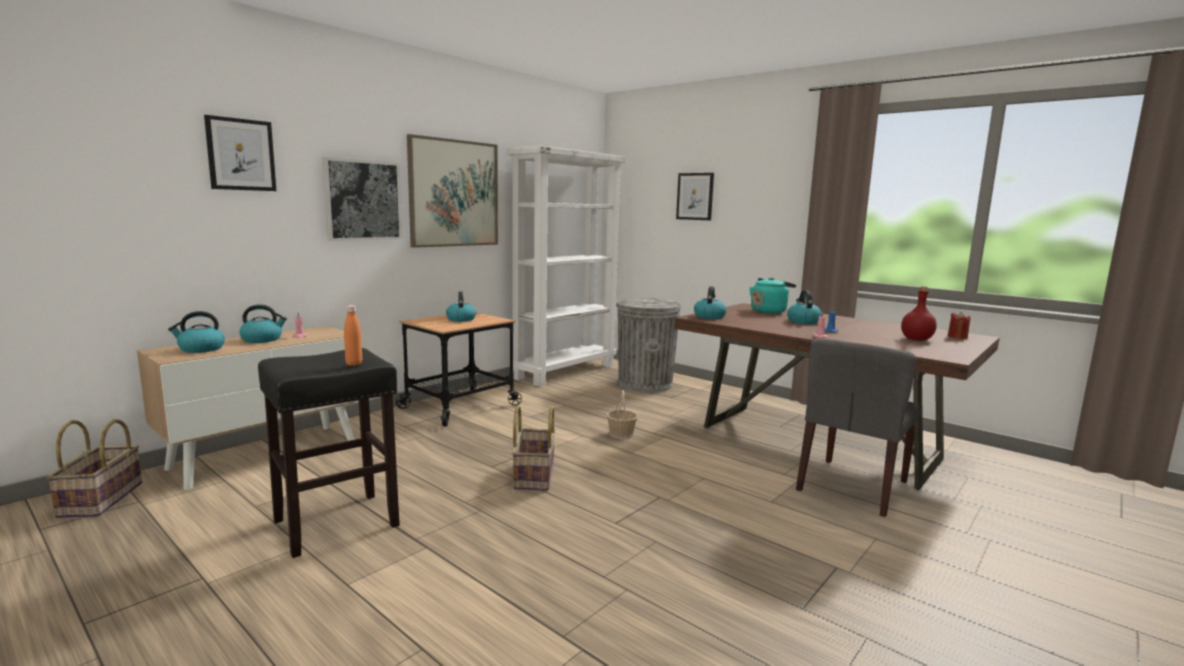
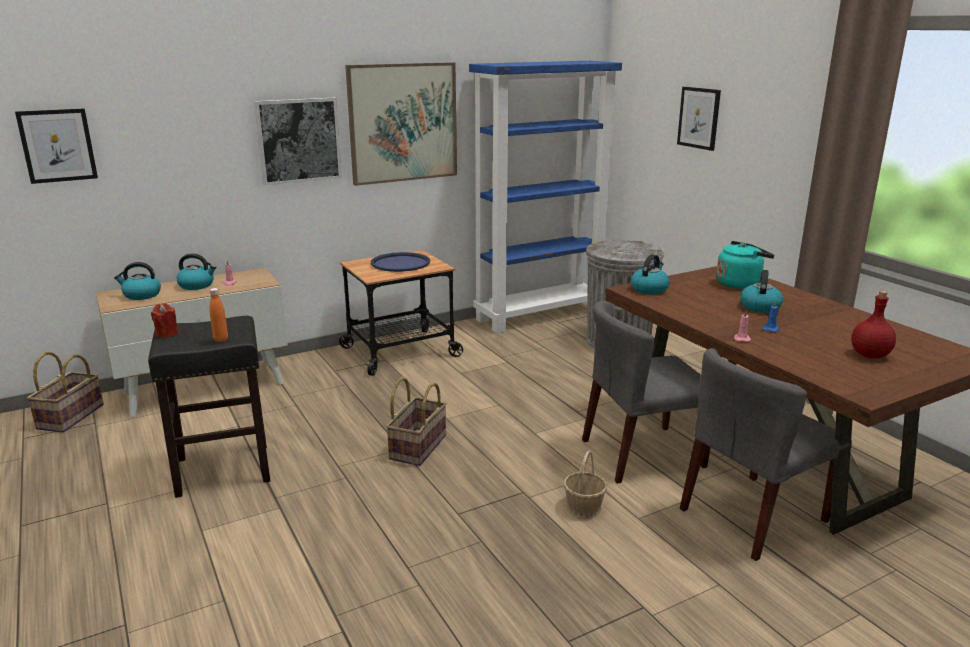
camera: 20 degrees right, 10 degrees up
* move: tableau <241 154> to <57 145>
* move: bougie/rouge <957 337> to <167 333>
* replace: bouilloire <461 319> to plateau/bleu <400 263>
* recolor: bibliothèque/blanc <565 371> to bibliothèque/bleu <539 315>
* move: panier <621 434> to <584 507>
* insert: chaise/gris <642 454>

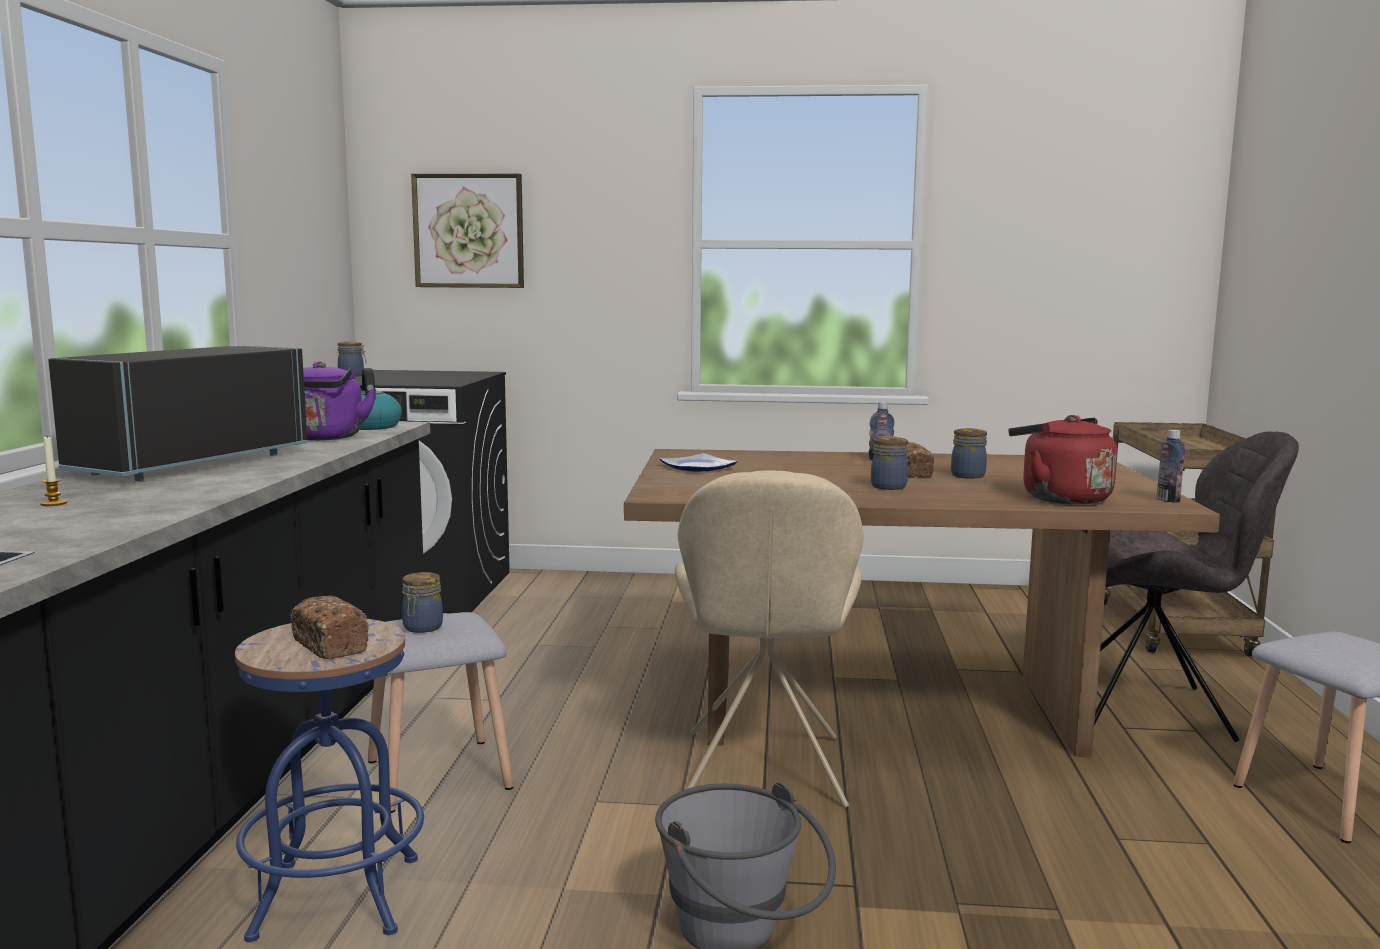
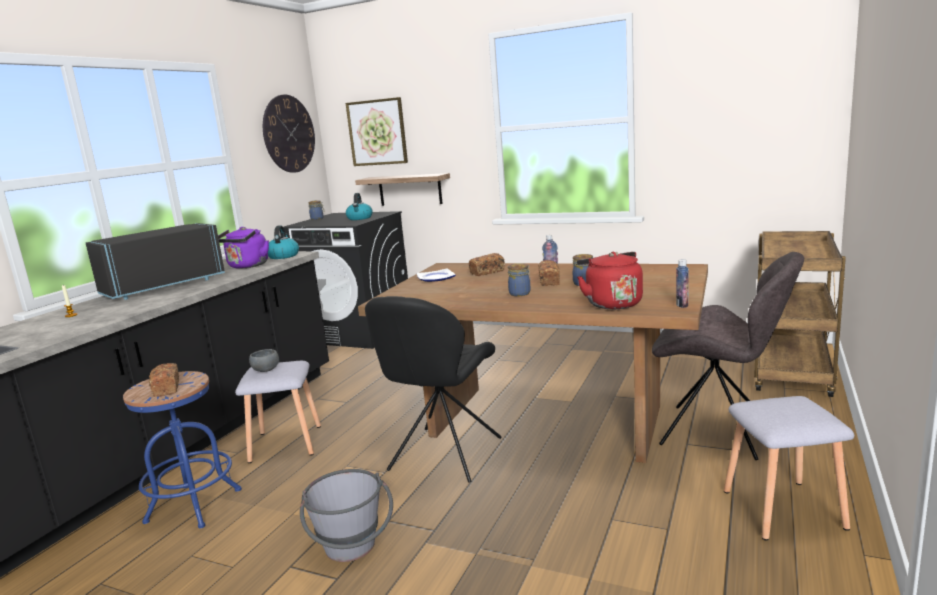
camera: 20 degrees right, 5 degrees up
* replace: bocal <422 628> to bol/gris <266 370>
* insert: horloge murale <289 134>
* insert: bouilloire <360 218>
* insert: étagère <410 190>
* recolor: chaise/beige <763 772> to chaise/noir <443 456>
* insert: pain <487 272>

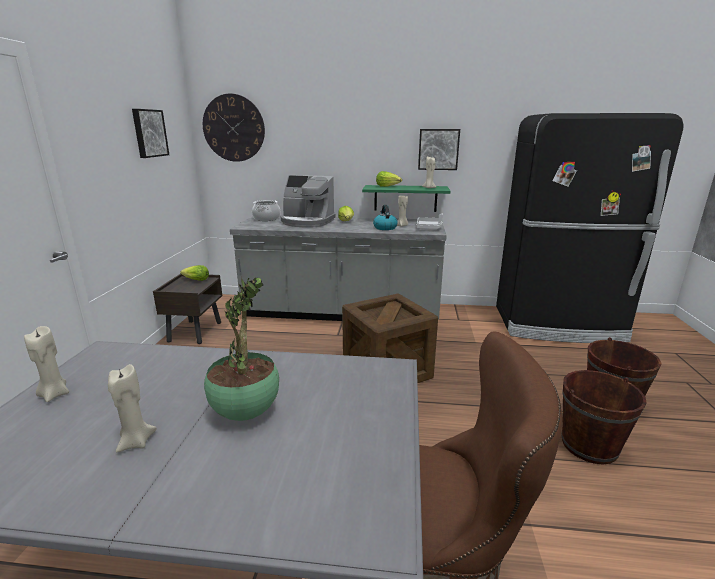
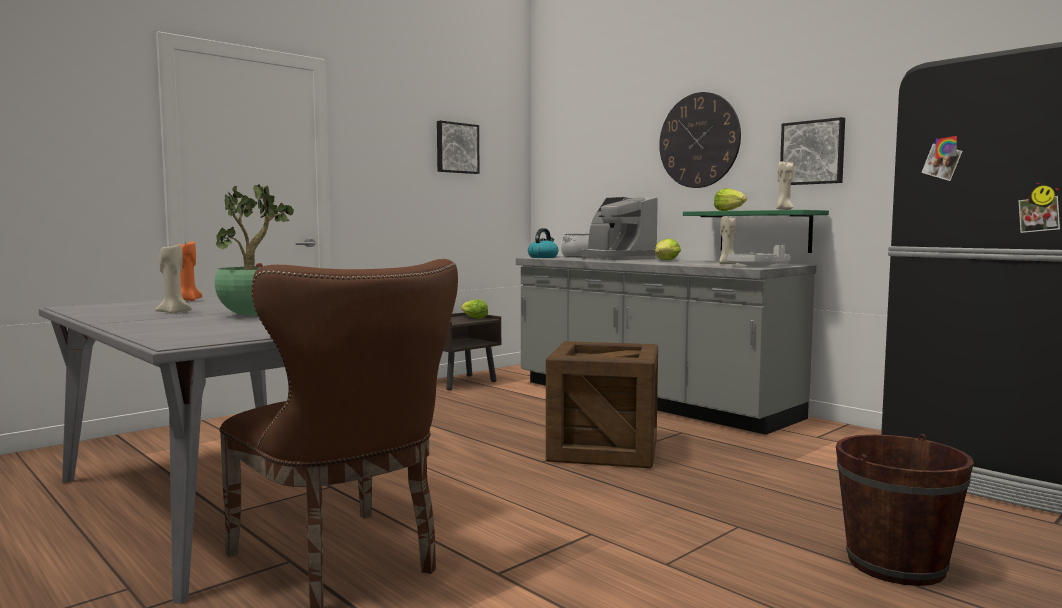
camera: 40 degrees right, 15 degrees down
* recolor: bougie/beige <54 394> to bougie/orange <187 300>
* move: bouilloire <384 228> to <543 257>
* move: horloge murale <233 128> to <699 140>
* delete: seau/marron <589 445>

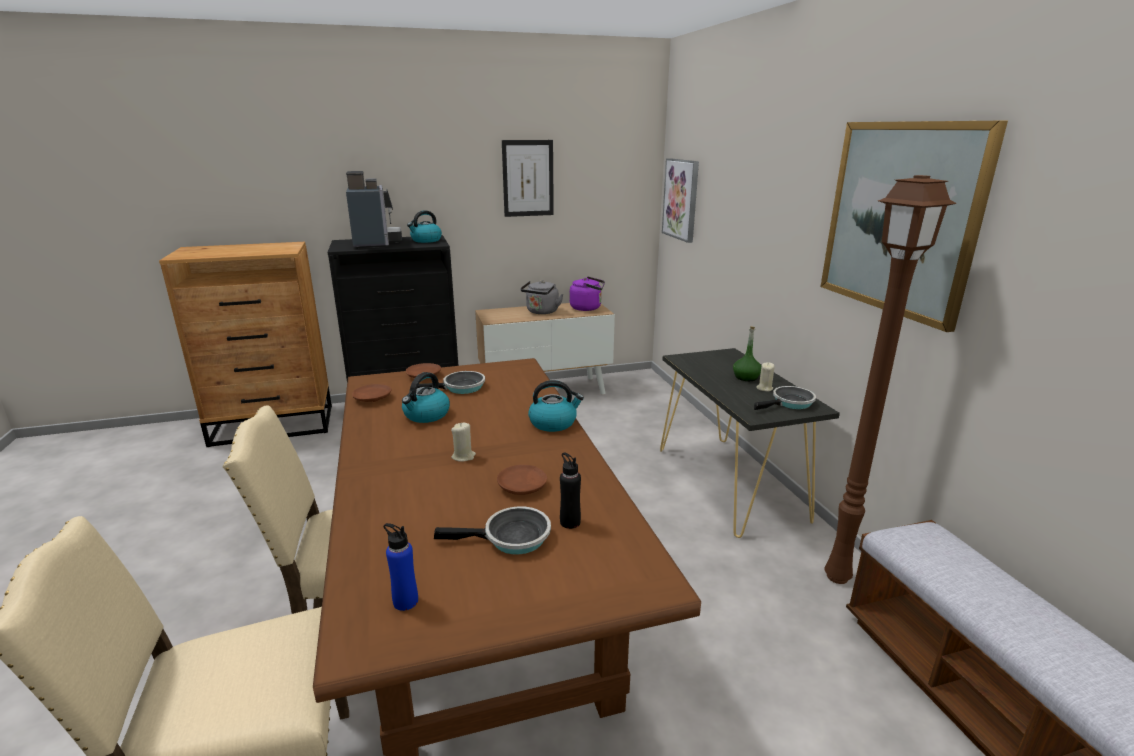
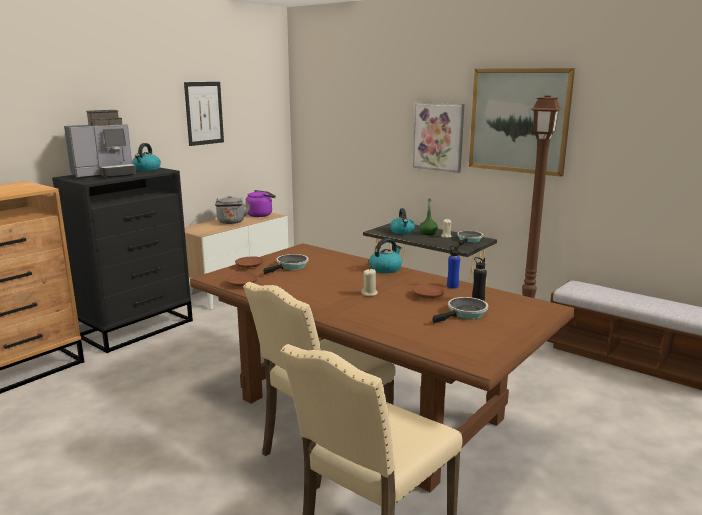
camera: 35 degrees left, 5 degrees down
* rotate: machine à café <376 242> = <105 174> 105 degrees clockwise
* move: bouilloire <426 415> to <402 231>
* move: tableau <681 199> to <438 136>
* move: bouteille/bleu <405 601> to <452 286>

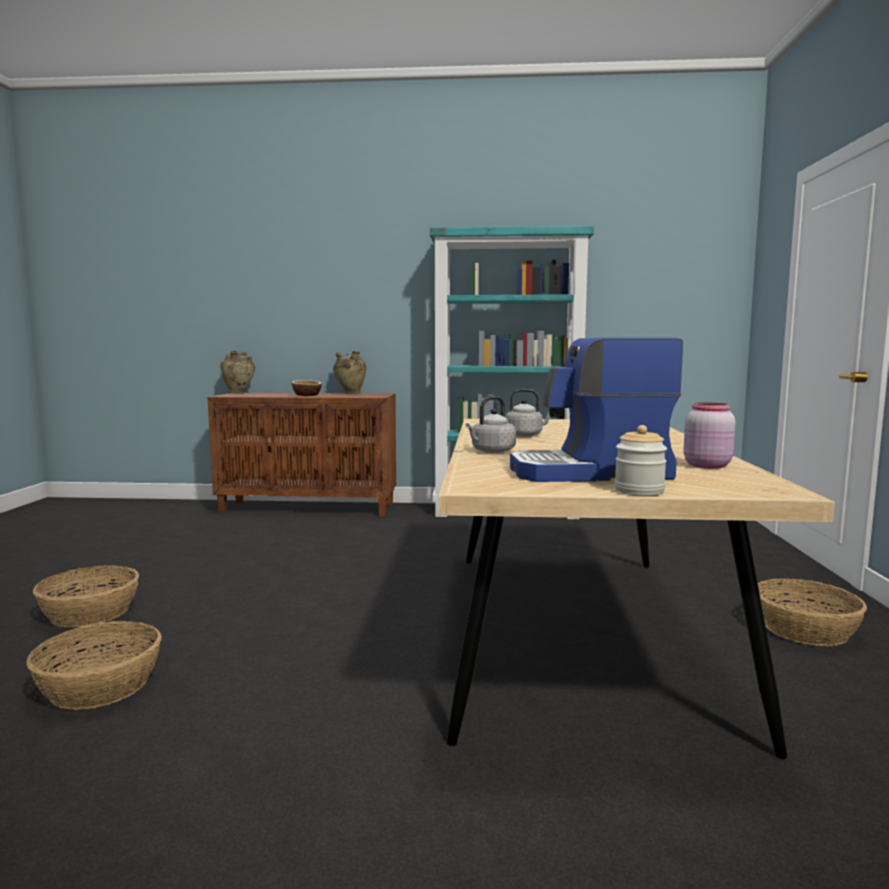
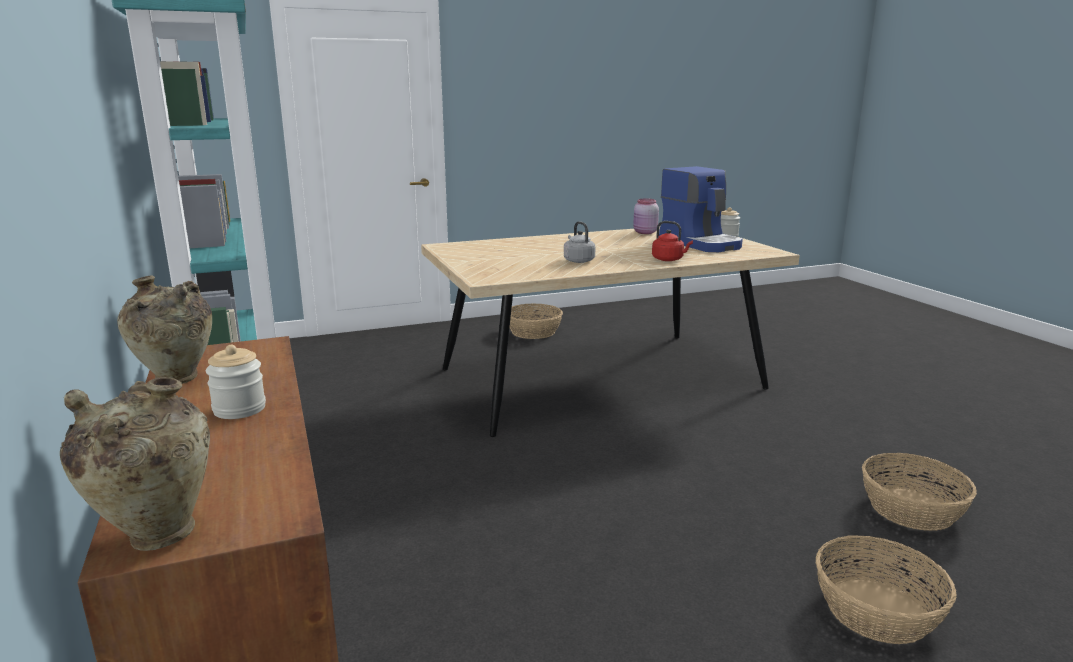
camera: 115 degrees left, 10 degrees up
* replace: bol <307 395> to bocal <239 409>
* recolor: bouilloire/gris <491 451> to bouilloire/rouge <669 259>

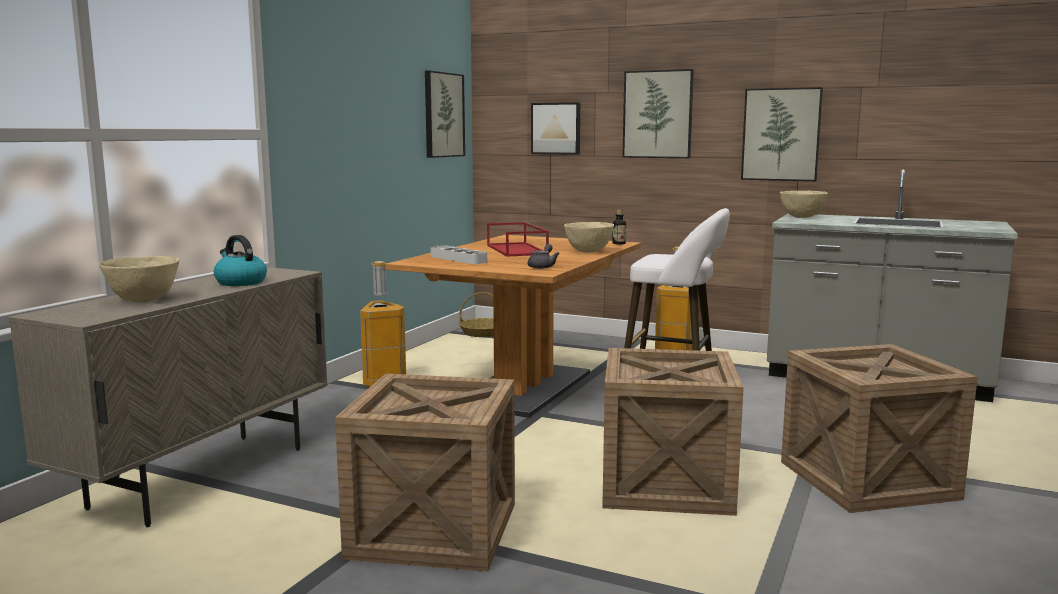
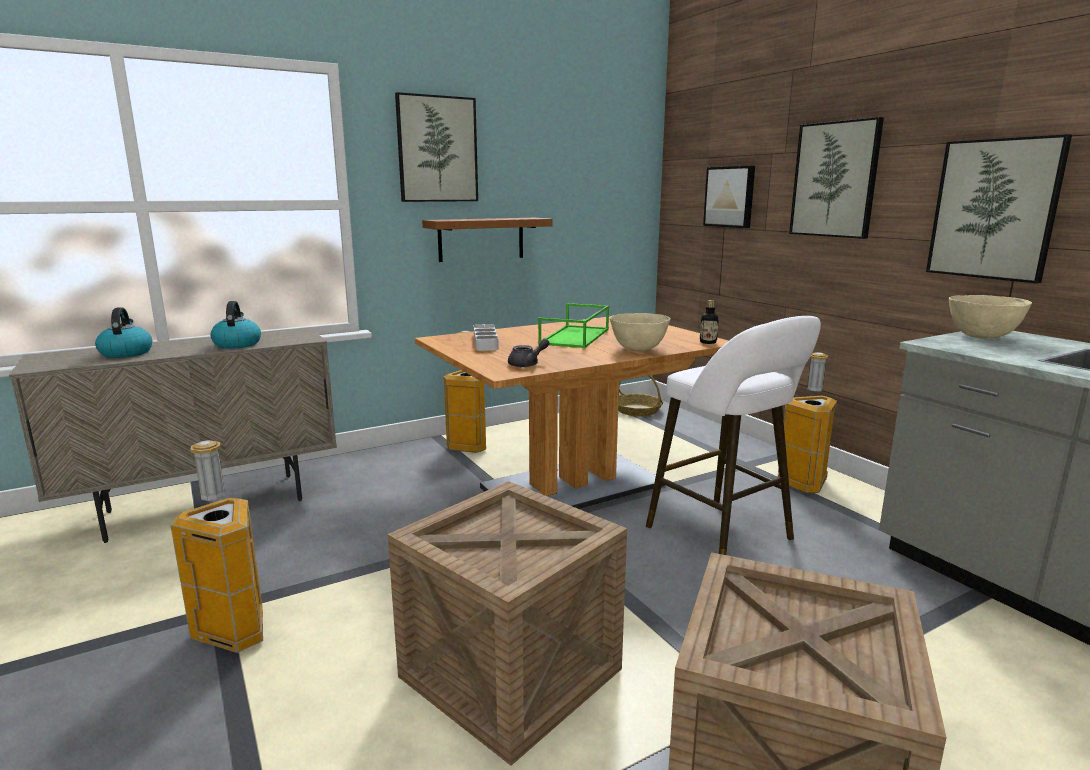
camera: 35 degrees right, 5 degrees up
* replace: bol/beige <143 300> to bouilloire <126 353>
* replace: caisse <434 529> to poubelle <234 633>
* move: tableau <443 115> to <437 149>
* insert: étagère/marron <481 239>
* recolor: plateau/rouge <517 250> to plateau/vert <576 337>

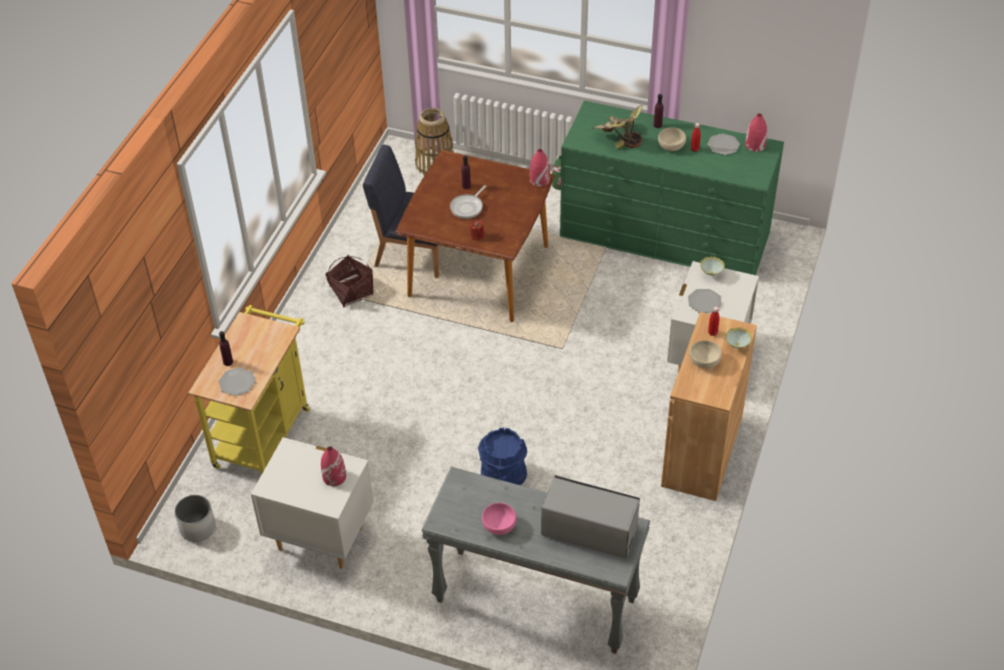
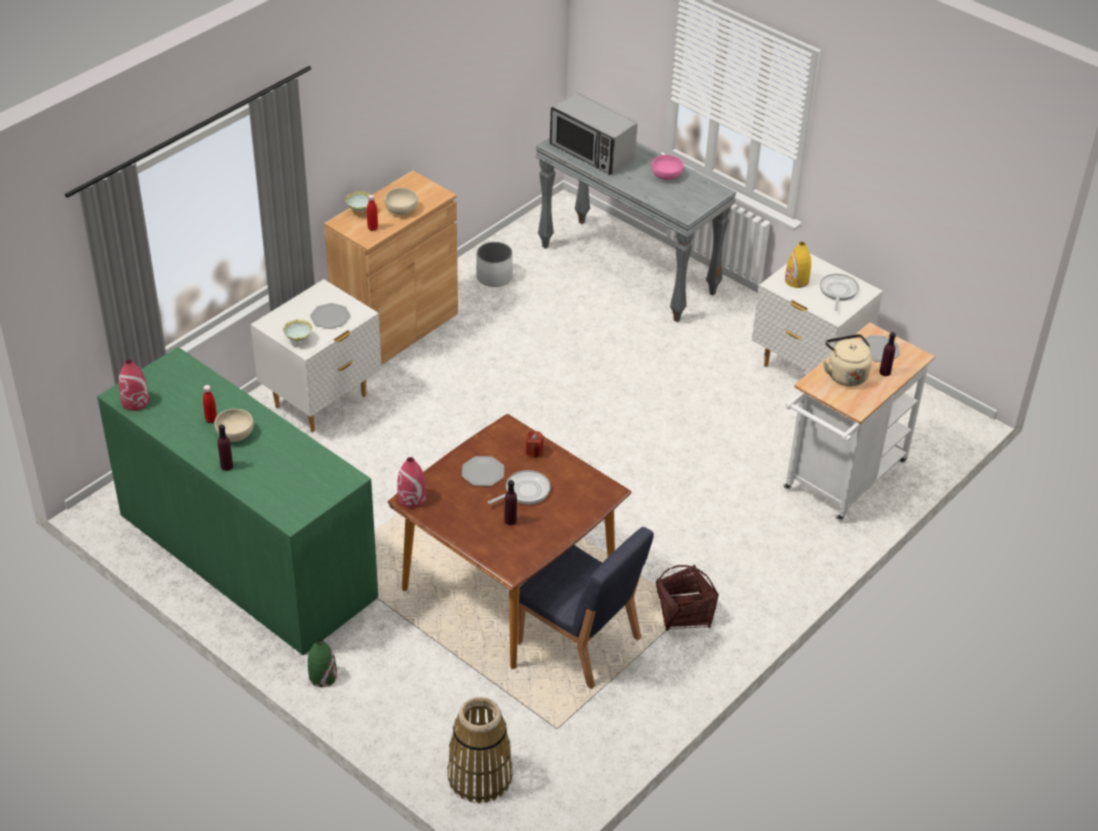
camera: 160 degrees left, 5 degrees down
* move: assiette <723 145> to <483 472>
* move: cache-pot/blanc <197 528> to <494 277>
* recolor: chariot/jaune <264 432> to chariot/blanc <840 481>
* recolor: vase/rouge <334 476> to vase/jaune <796 281>
* insert: poêle <838 291>
* insert: bouilloire/beige <845 374>
* delete: seau/bleu <503 477>
* delete: plante en pot <619 138>

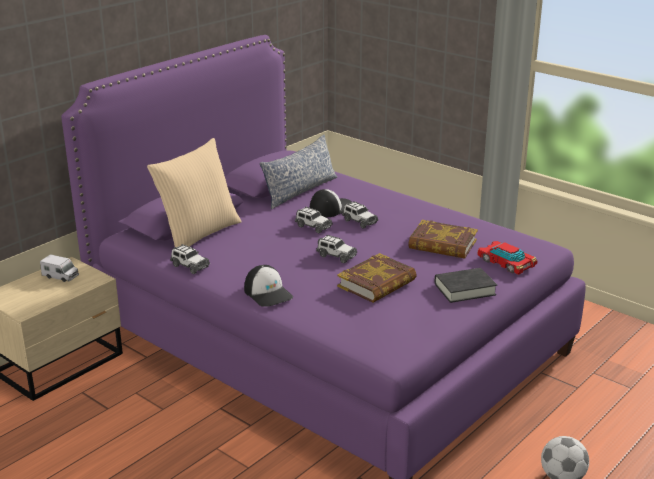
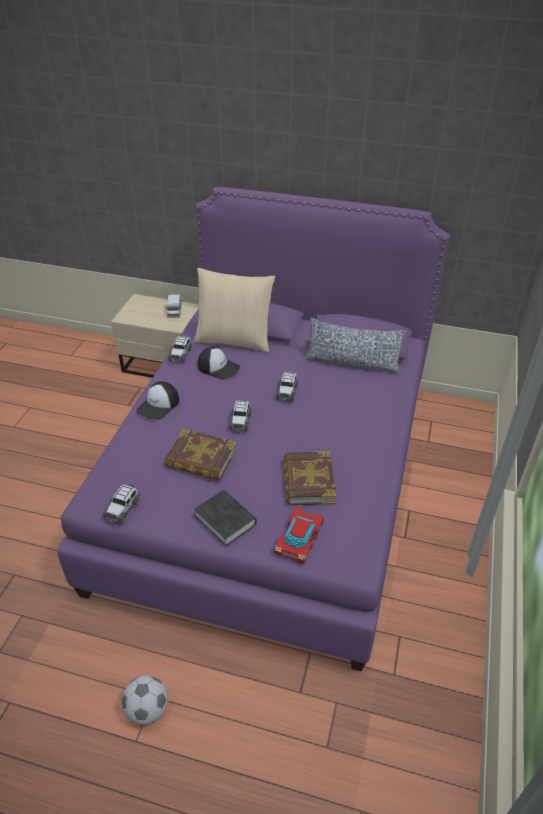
camera: 65 degrees right, 15 degrees up
* move: petite voiture <359 221> to <123 509>
* move: casquette <331 208> to <218 367>

